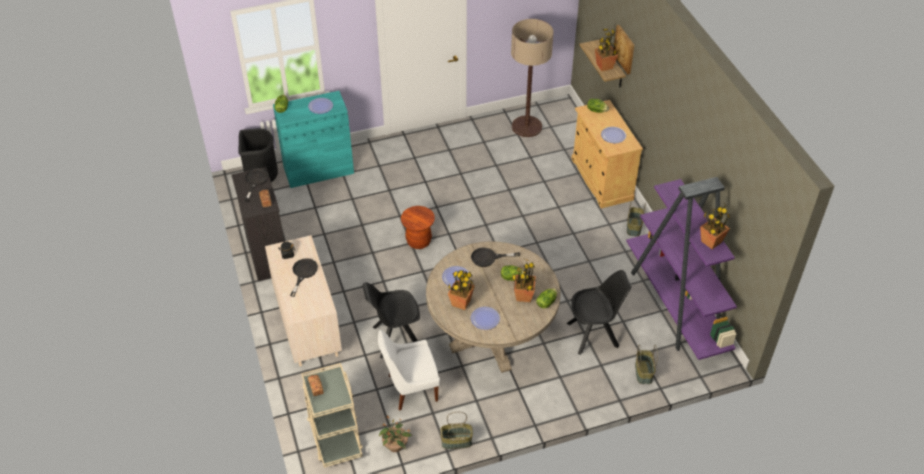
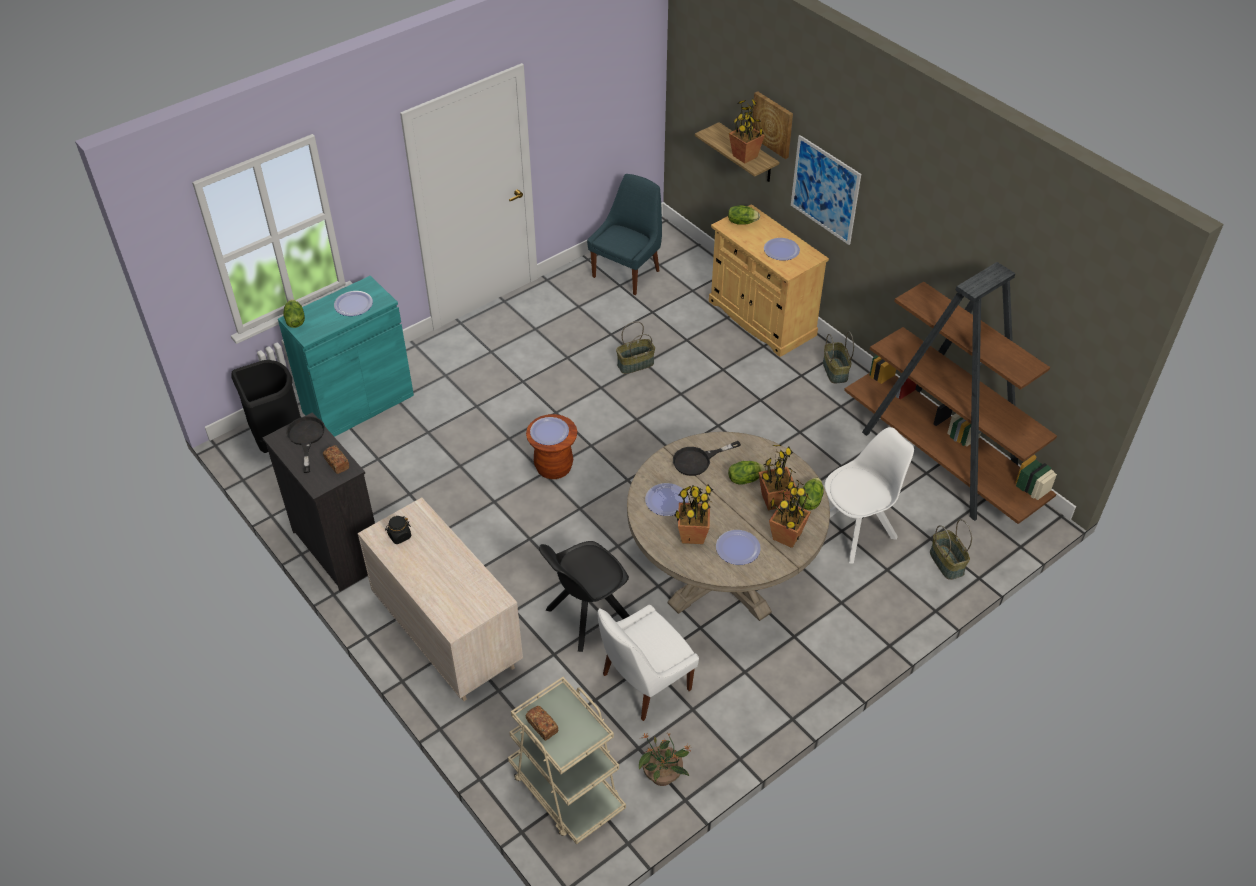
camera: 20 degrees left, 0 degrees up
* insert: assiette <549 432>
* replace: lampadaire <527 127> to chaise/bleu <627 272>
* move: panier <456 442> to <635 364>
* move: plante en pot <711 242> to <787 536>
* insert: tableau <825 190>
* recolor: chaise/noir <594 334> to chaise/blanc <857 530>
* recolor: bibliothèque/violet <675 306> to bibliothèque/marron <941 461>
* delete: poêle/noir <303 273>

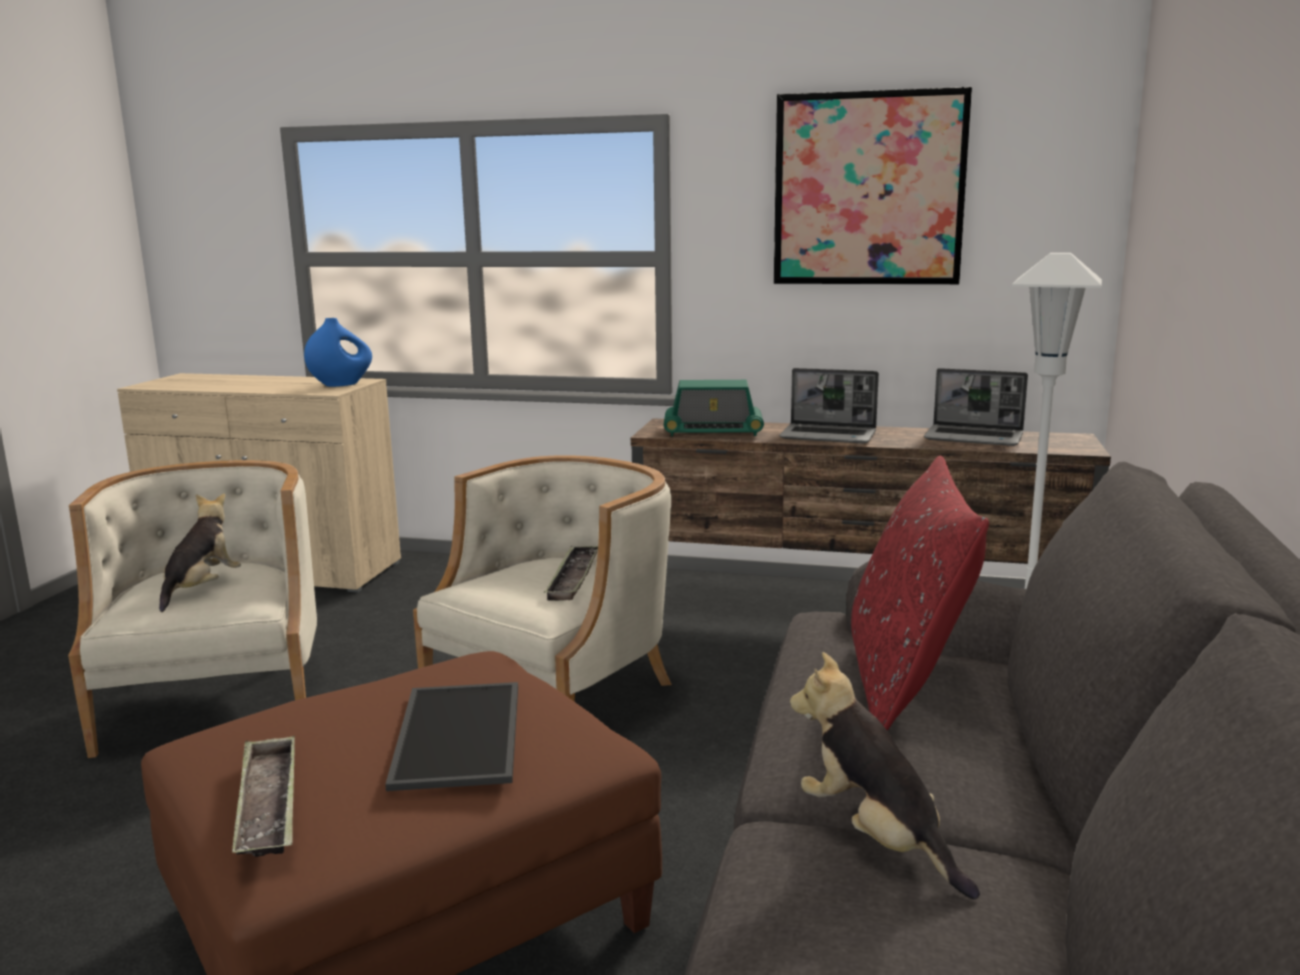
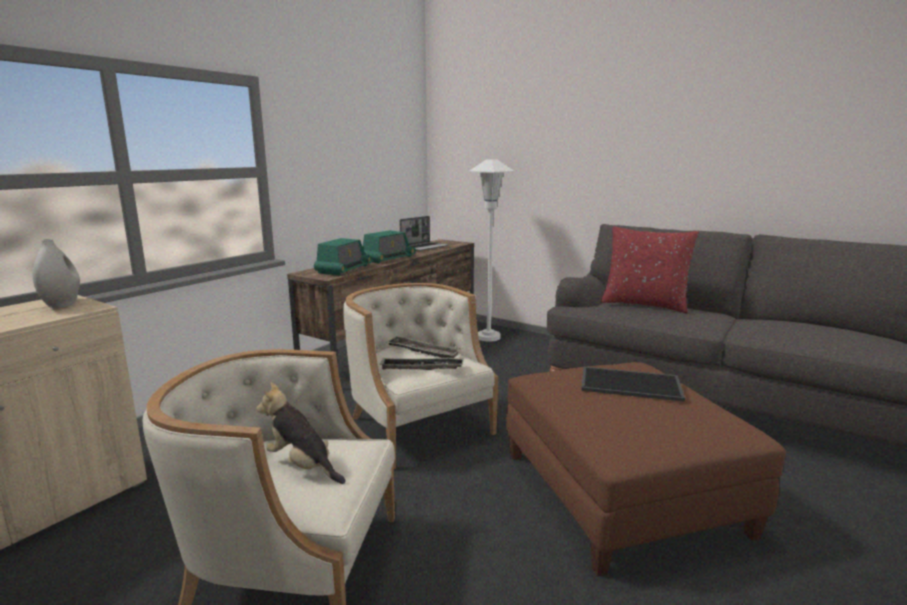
camera: 70 degrees left, 0 degrees up
* recolor: vase/bleu <341 384> to vase/blanc <62 304>
* replace: ordinateur portable <829 436> to radio <387 258>
* move: plateau <268 804> to <421 368>
* delete: tableau <868 189>
* delete: peluche <876 838>

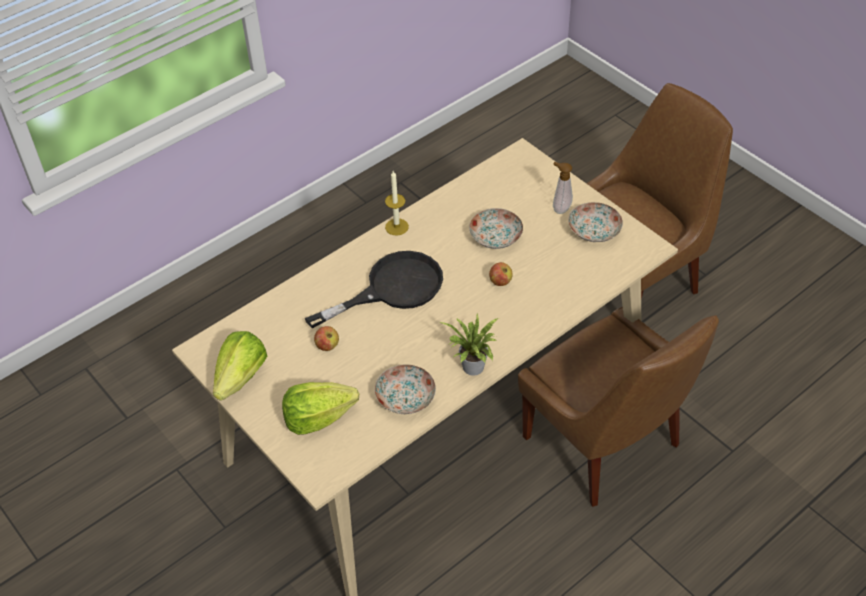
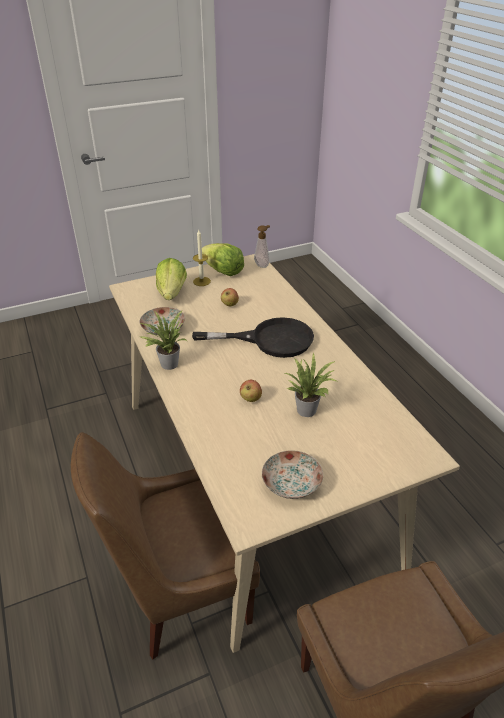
camera: 105 degrees right, 10 degrees down
* rotate: poêle/noir <392 289> = <270 340> 75 degrees counterclockwise
* move: bougie <396 227> to <201 281>
* move: distributeur de savon <560 208> to <262 265>
* replace: assiette <496 237> to plante en pot <307 408>

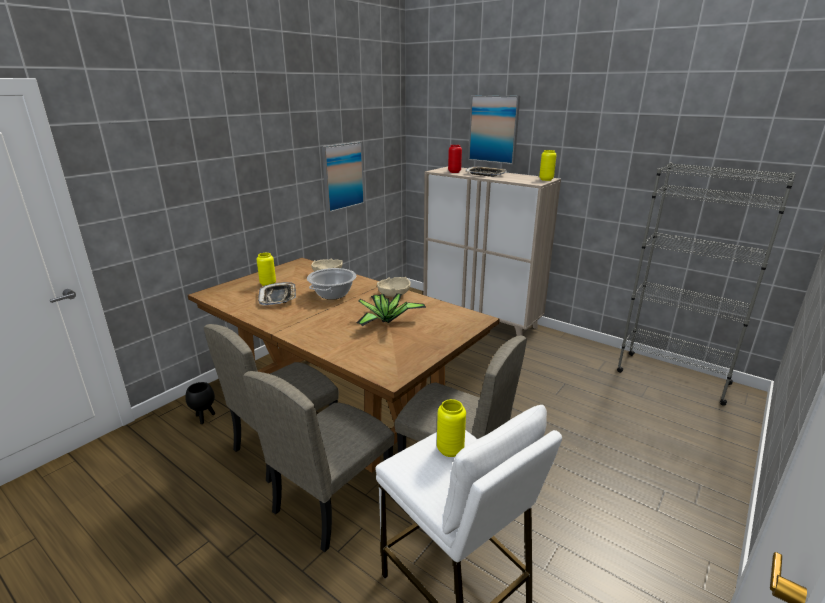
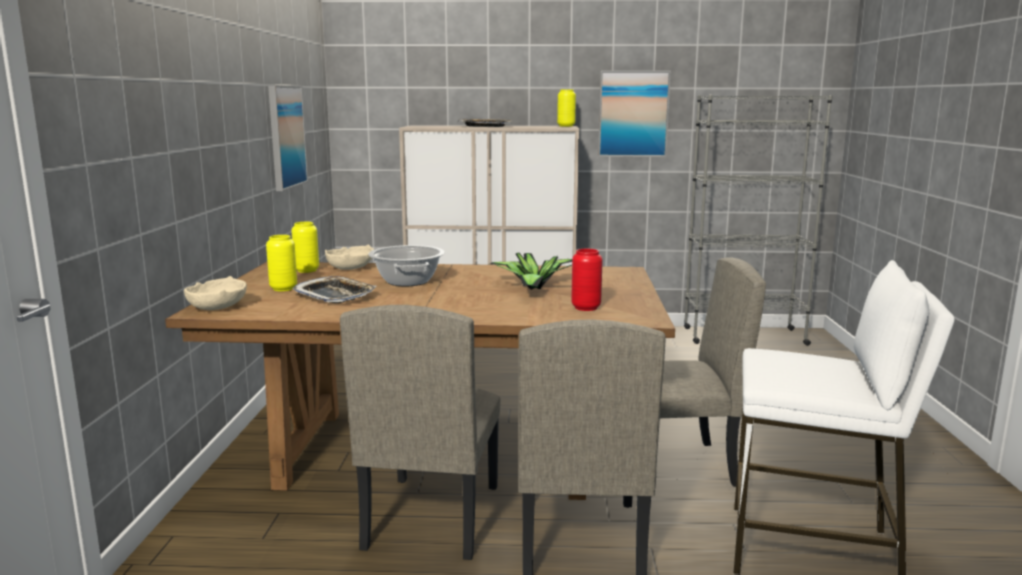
camera: 35 degrees left, 10 degrees down
* move: bol/beige <393 294> to <216 307>
* move: vase/jaune <450 450> to <307 270>
* move: vase/rouge <454 172> to <586 308>
* move: tableau <493 129> to <633 114>
* delete: cache-pot/noir <204 417>

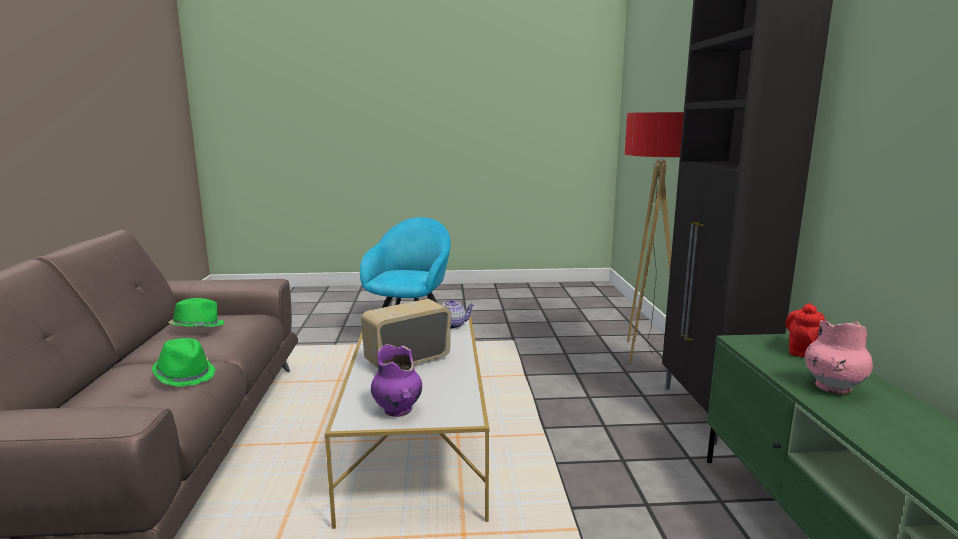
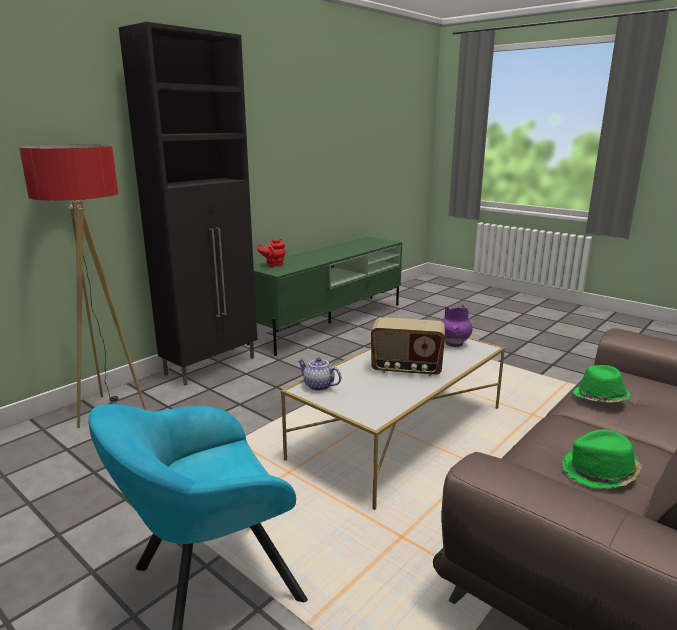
camera: 135 degrees left, 5 degrees up
* delete: vase/rose <833 387>

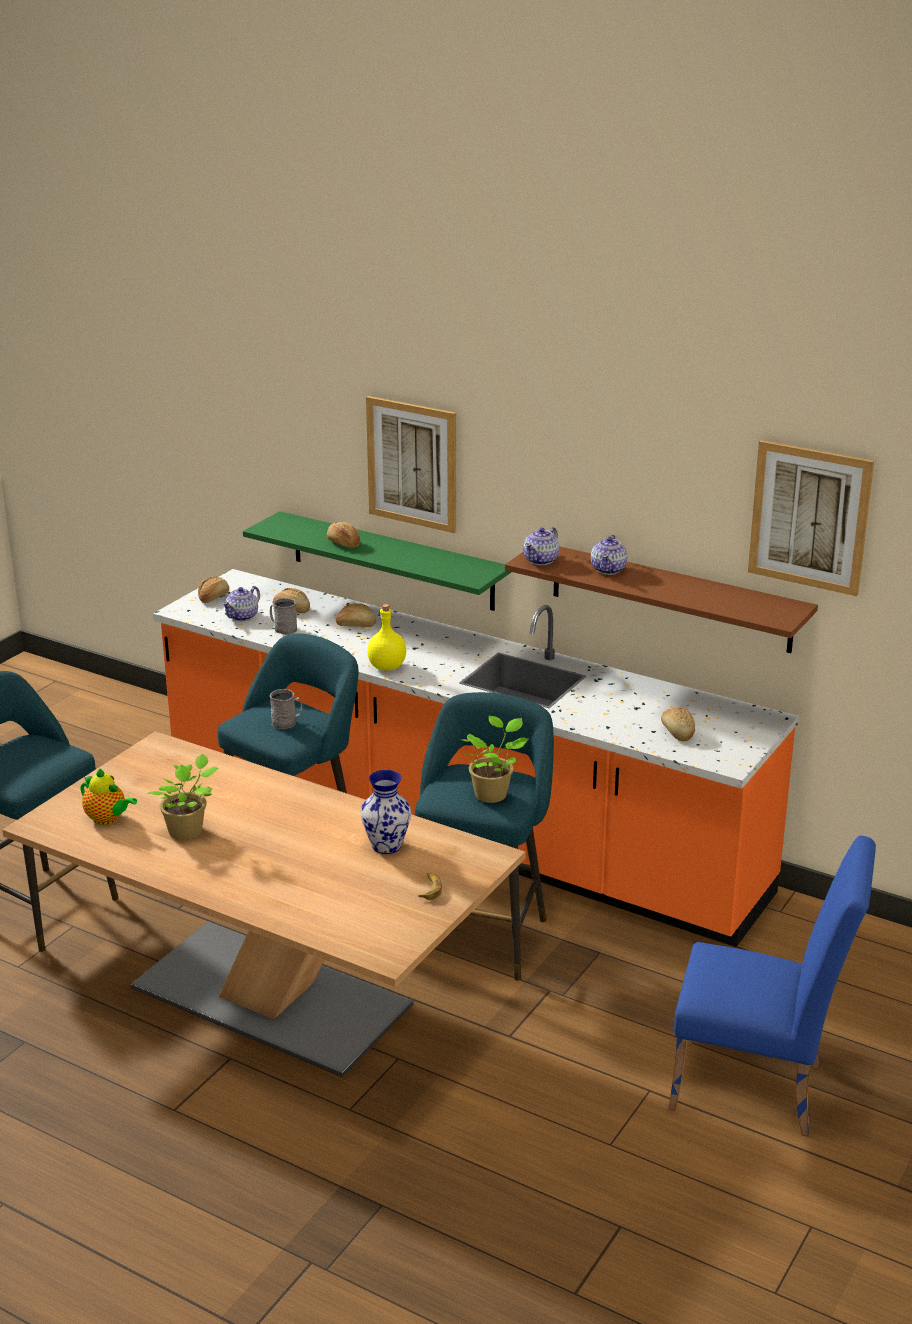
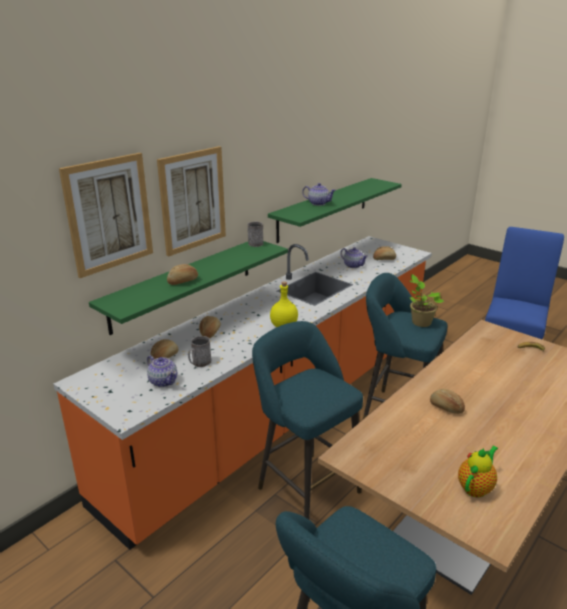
camera: 80 degrees left, 0 degrees up
* move: tableau <809 517> to <109 214>
* move: mug/gris <287 722> to <255 243>
* recolor: étagère/marron <670 597> to étagère/vert <324 209>
* move: théière <541 560> to <353 265>
* move: pain <213 597> to <446 408>
* delete: plante en pot <188 832>
* delete: vase <387 846>

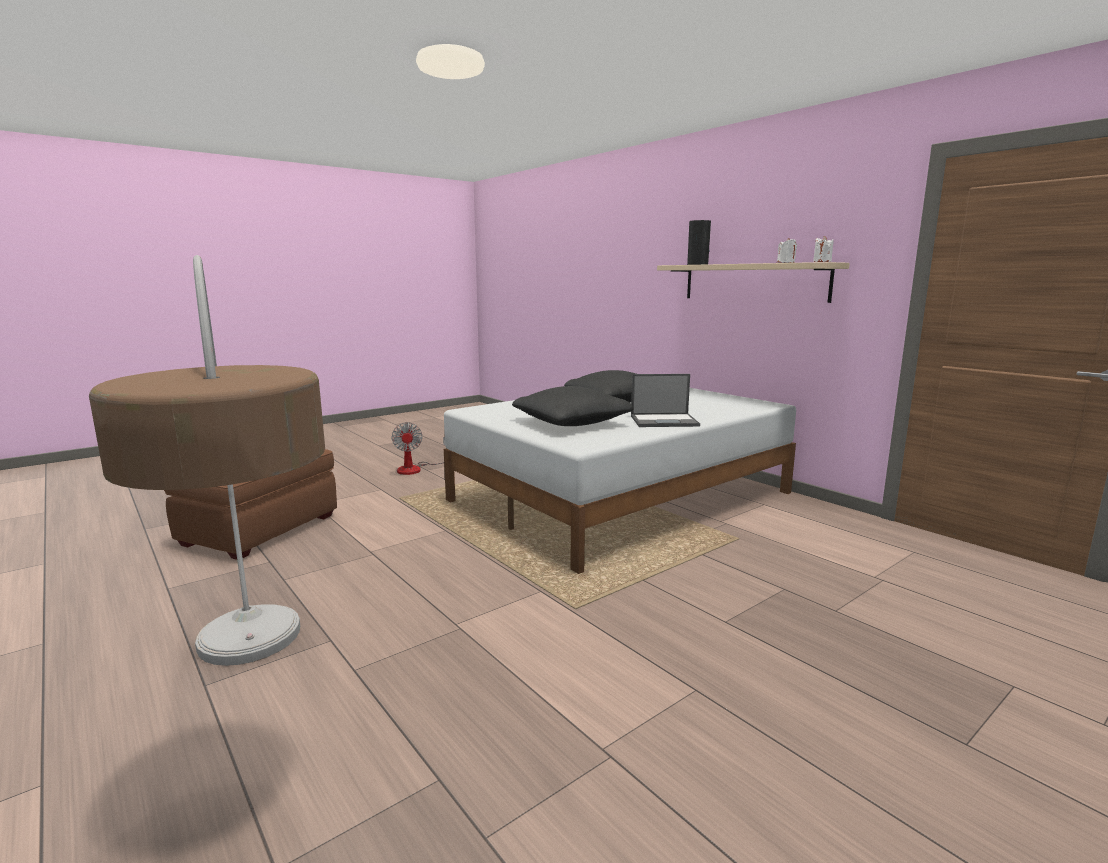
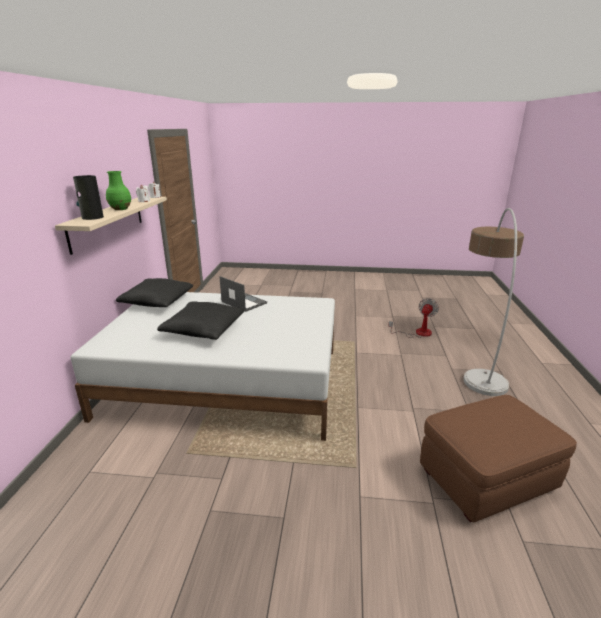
camera: 135 degrees left, 10 degrees up
* insert: vase/vert <120 209>
* move: coussin/noir <571 423> to <157 302>
* move: ventilateur <416 468> to <417 333>

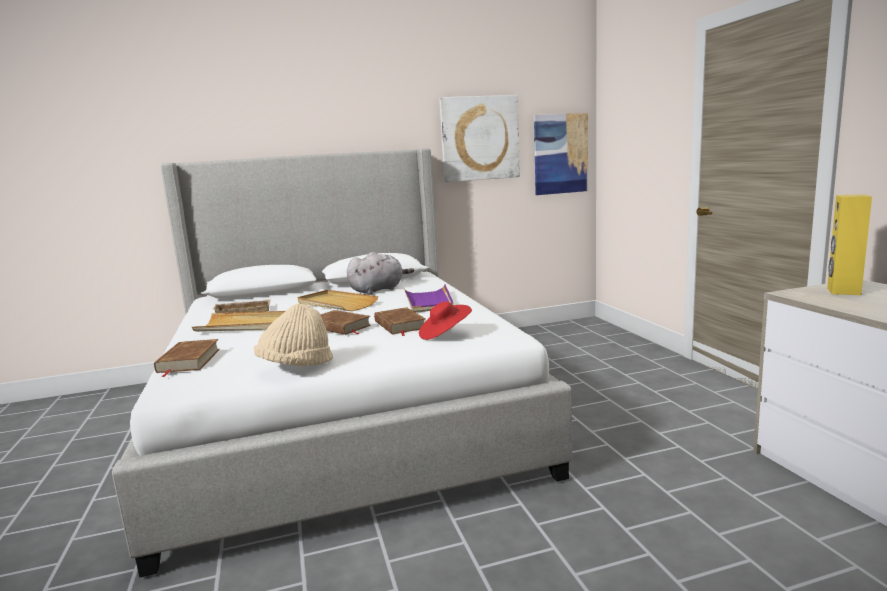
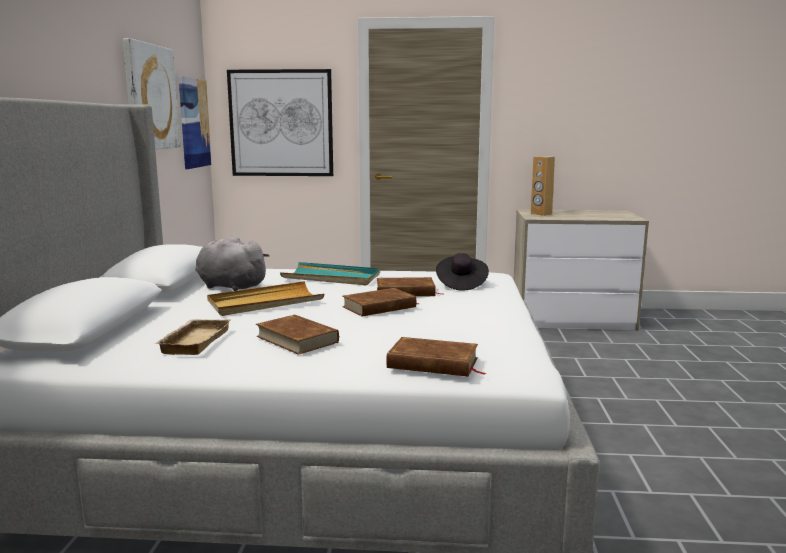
camera: 70 degrees left, 0 degrees up
* rotate: peluche/gris <378 290> = <229 286> 45 degrees counterclockwise
* insert: tableau <281 123>
* replace: plateau/beige <247 325> to livre/marron <297 339>
* recolor: plateau/violet <428 301> to plateau/turquoise <332 278>
* recolor: chapeau/rouge <444 334> to chapeau/noir <461 284>
* recolor: enceinte/jaune <843 291> to enceinte/marron <541 214>
* delete: chapeau/beige <296 366>

